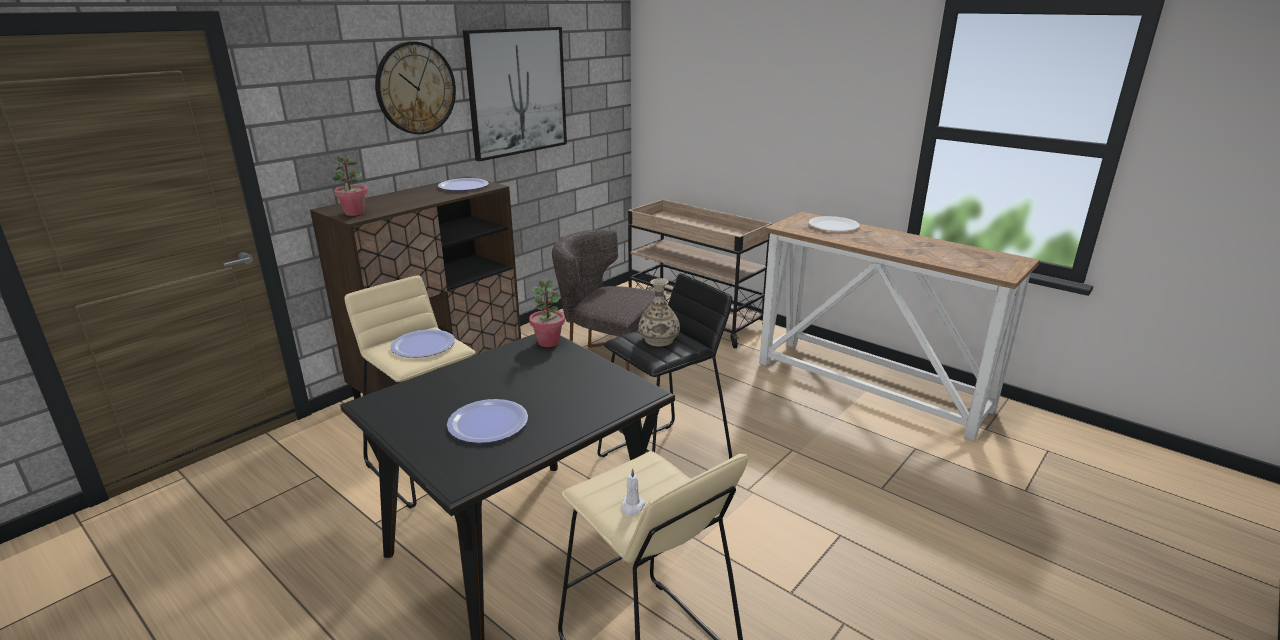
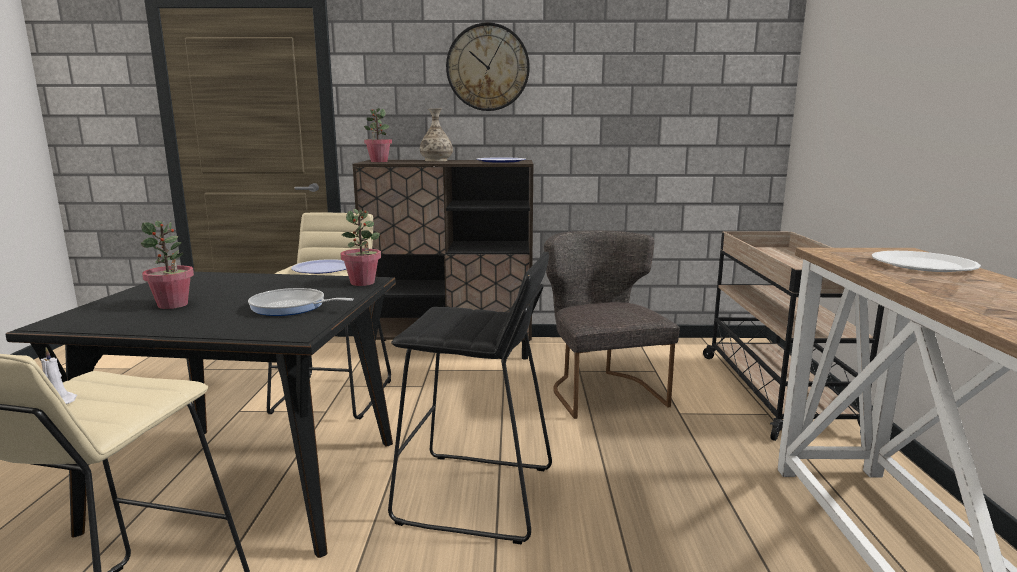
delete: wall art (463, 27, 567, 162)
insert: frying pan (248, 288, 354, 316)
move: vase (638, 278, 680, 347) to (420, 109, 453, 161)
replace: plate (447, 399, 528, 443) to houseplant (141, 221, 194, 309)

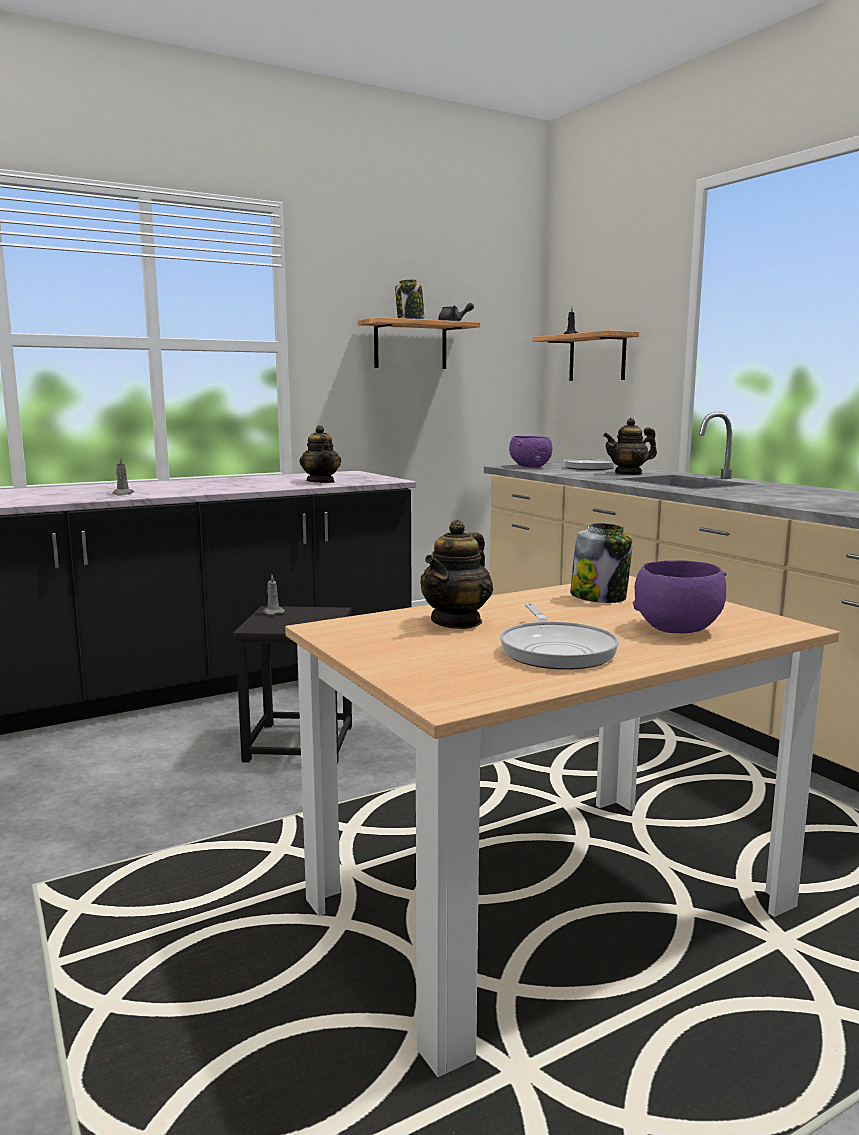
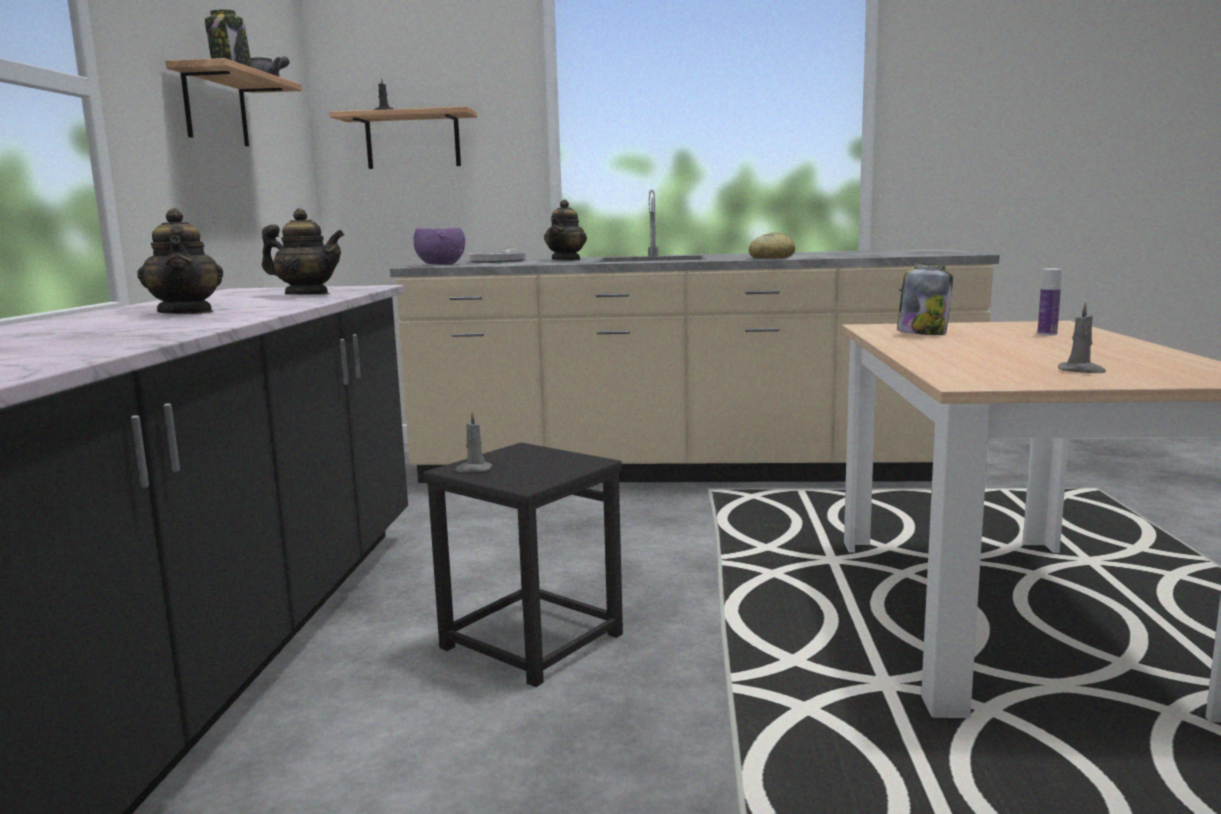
delete: frying pan (500, 603, 619, 670)
insert: baked bread (749, 232, 795, 259)
move: greyish candle (113, 456, 134, 495) to (1058, 302, 1106, 373); pot for tea (420, 520, 493, 629) to (137, 208, 223, 314)
replace: purple serving bowl (632, 560, 726, 634) to beverage bottle (1037, 269, 1062, 336)

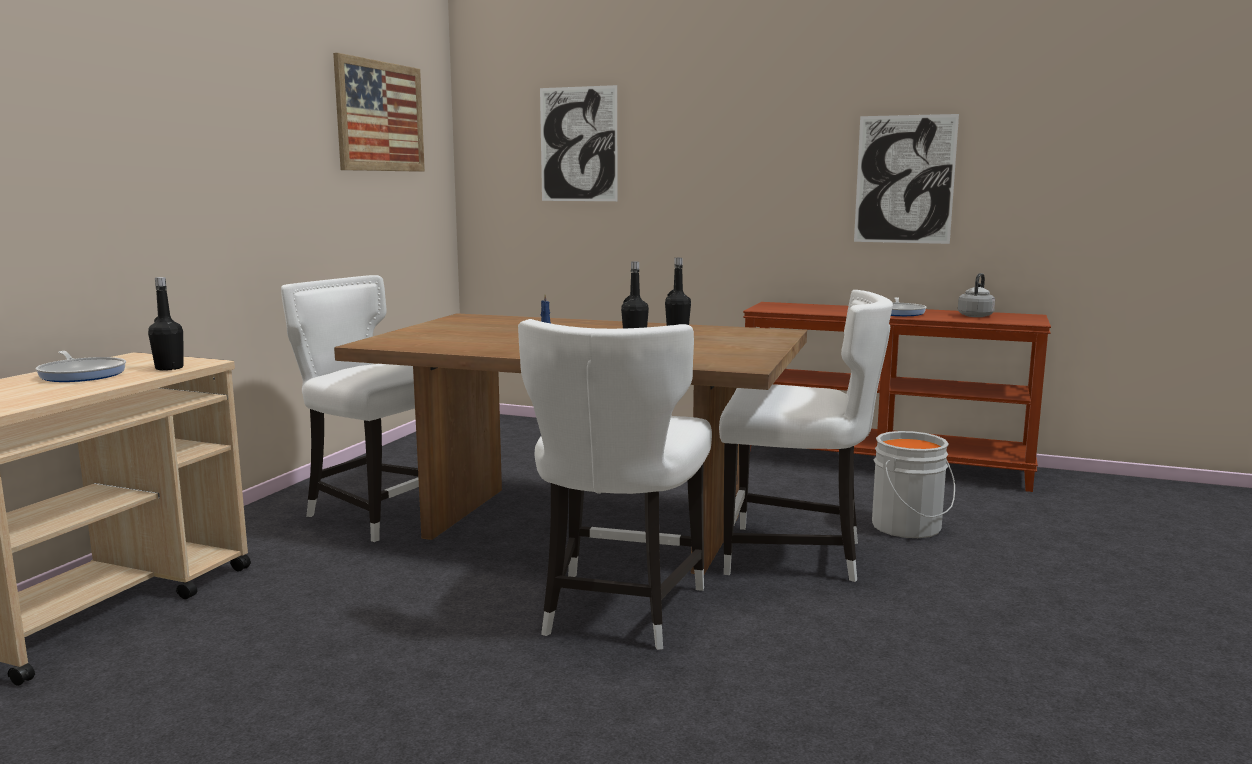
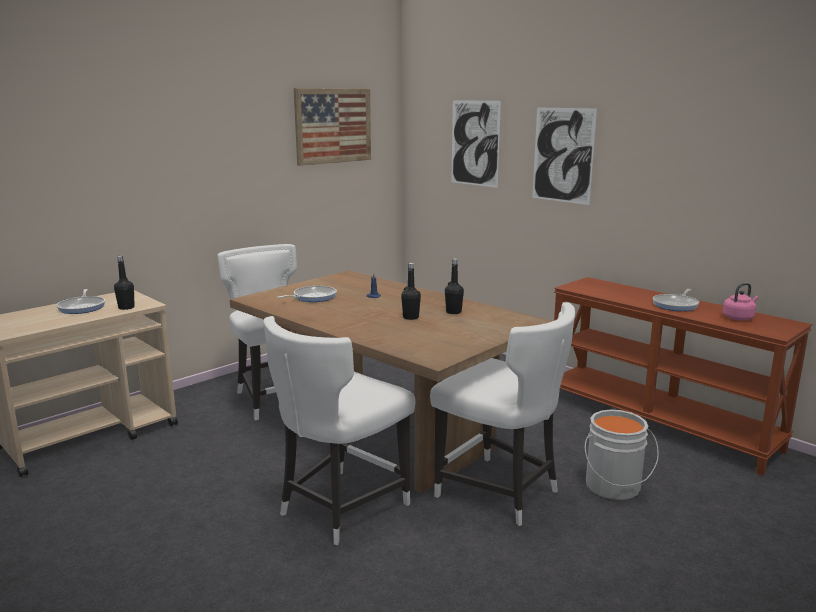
insert: frying pan (276, 286, 337, 302)
move: wall art (854, 114, 959, 244) to (532, 107, 597, 205)
recolor: greyish tea kettle (958, 273, 995, 317) to pinkish tea kettle (723, 283, 758, 320)

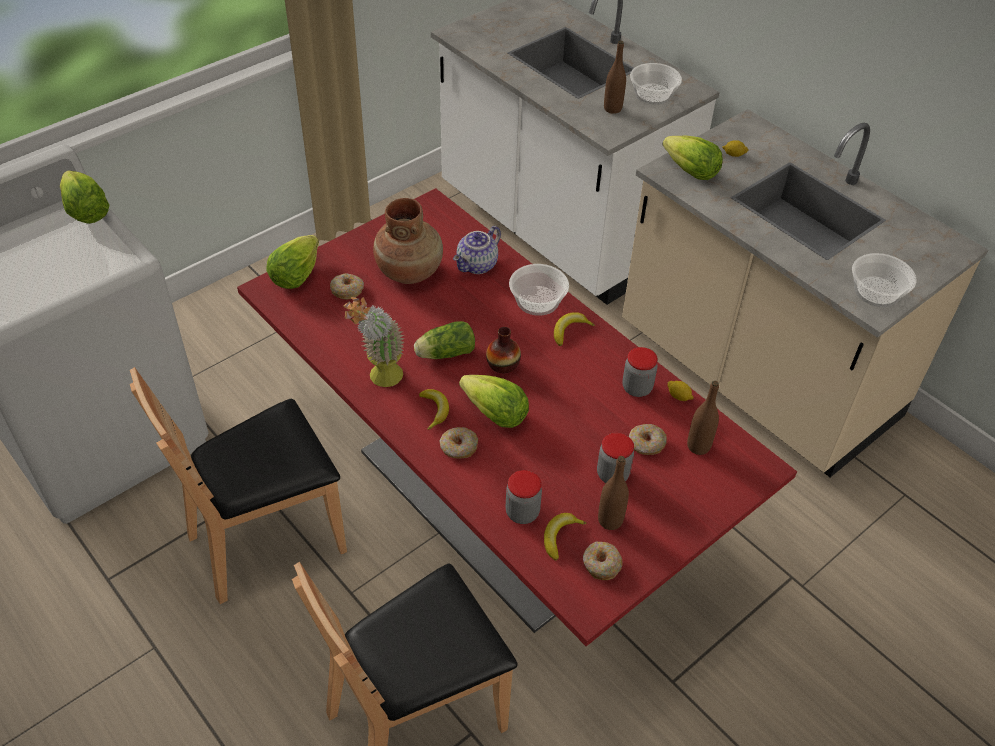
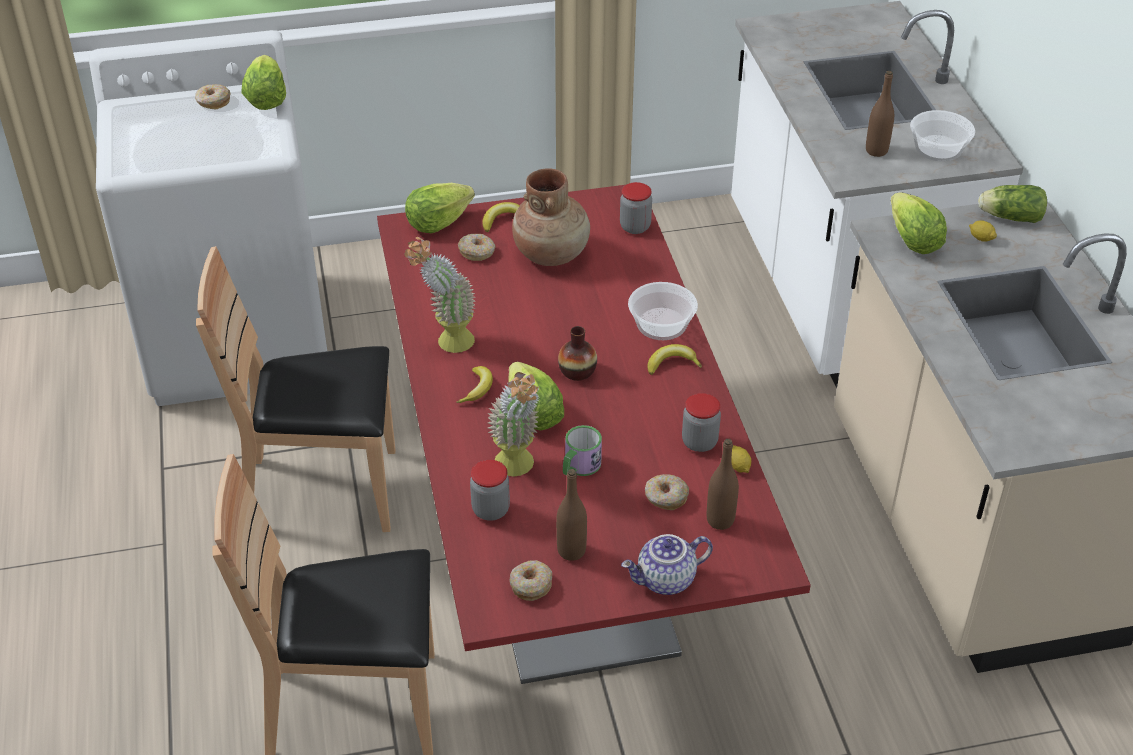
delete: serving bowl (852, 253, 916, 307)
insert: houseplant (488, 372, 539, 477); tea mug (563, 425, 602, 476)
move: pot for tea (453, 226, 501, 274) to (621, 534, 713, 595); head of lettuce (414, 321, 475, 359) to (978, 185, 1047, 223); doughnut (439, 427, 478, 458) to (195, 84, 231, 109); jar (597, 433, 634, 483) to (620, 182, 652, 234); banana fruit (544, 513, 586, 561) to (482, 202, 520, 232)

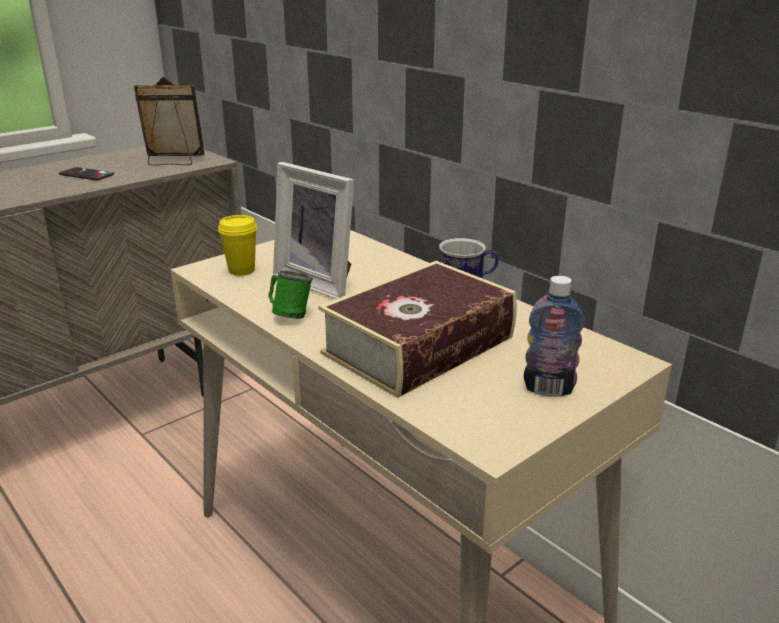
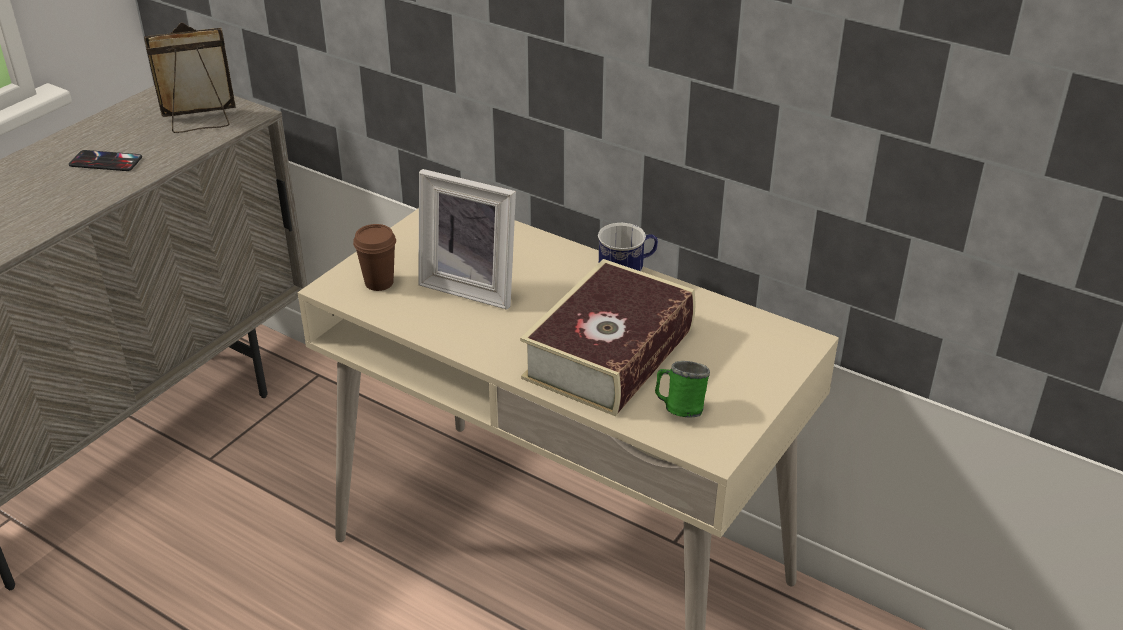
delete: beverage bottle (524, 276, 584, 397)
move: green-coloured tea mug (268, 270, 313, 319) to (655, 361, 710, 417)
recolor: yellow-coloured drinking cup (218, 215, 257, 276) to brown-coloured drinking cup (353, 224, 396, 291)

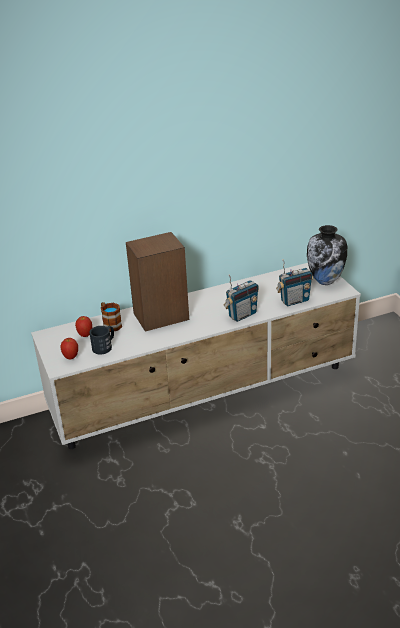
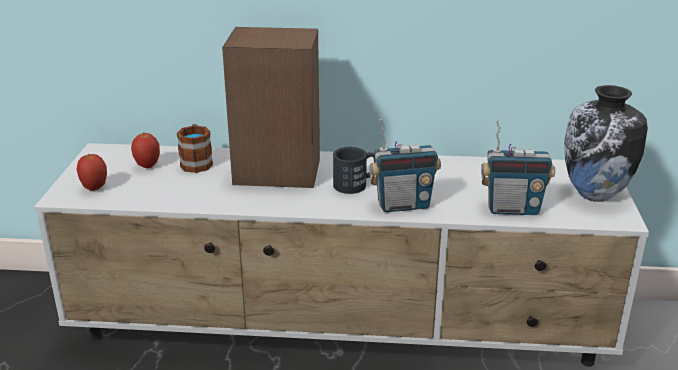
move: blackish tea mug (89, 326, 114, 355) to (333, 147, 375, 194)

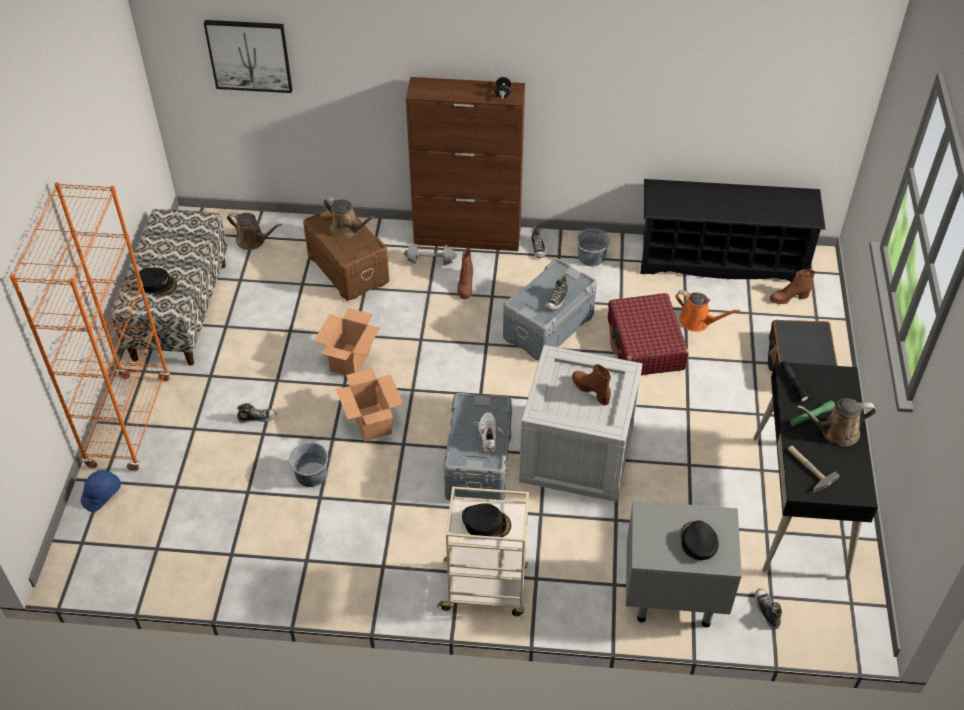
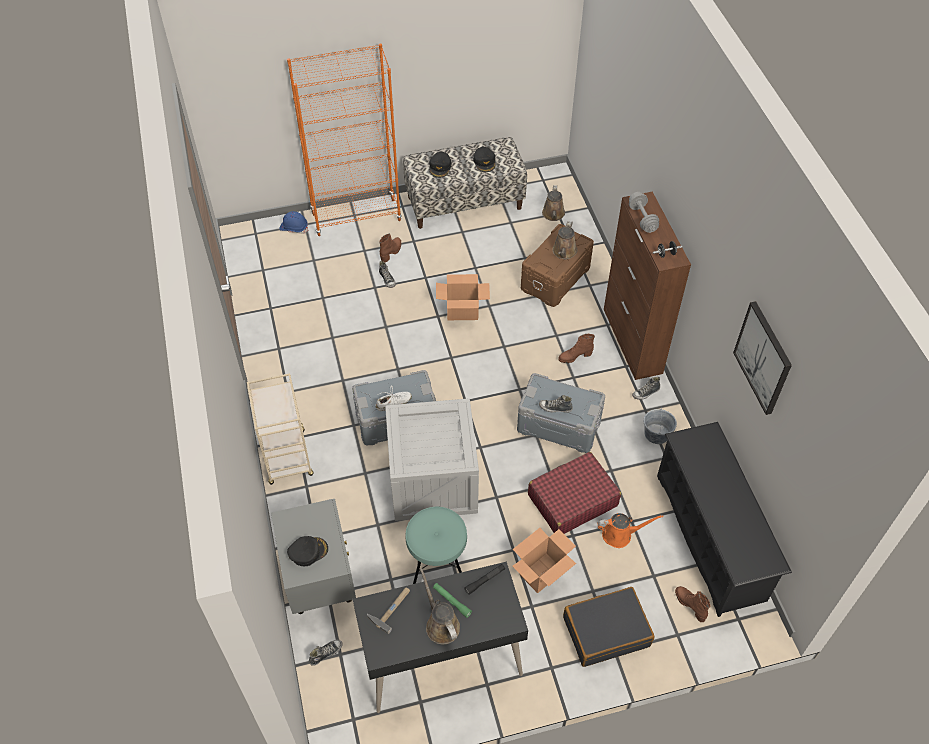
delete: greyish water bucket (289, 442, 328, 487)
insert: turquoise-coloured stool seat (406, 507, 467, 584)
move: wall art (204, 20, 293, 93) to (733, 301, 792, 415); greyish dumbbell (404, 244, 457, 265) to (629, 192, 659, 233); brown-coloured boot (572, 364, 611, 405) to (379, 234, 401, 263); cardboard box (336, 368, 403, 442) to (512, 528, 576, 593); blackish cap (462, 503, 511, 537) to (473, 147, 496, 172)
rotate: orange-coloured watering can (675, 290, 740, 332) = (597, 513, 663, 548) 105 degrees counterclockwise

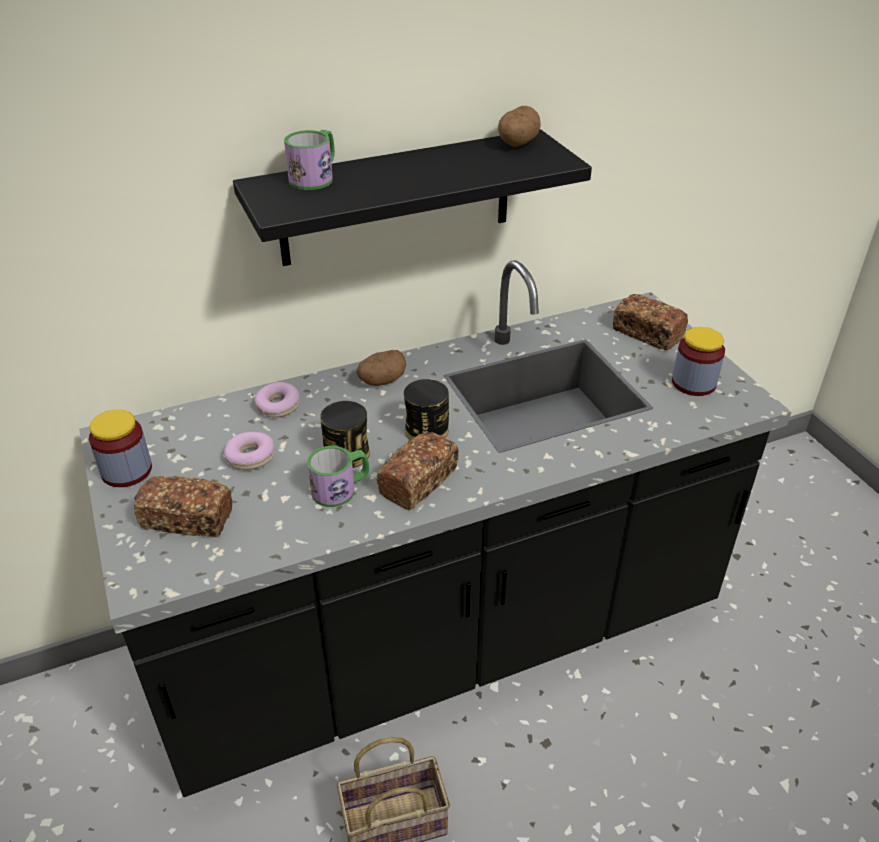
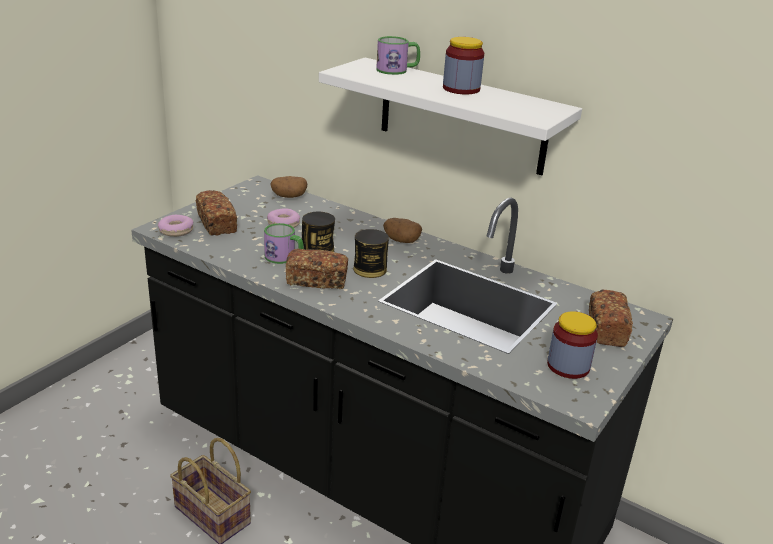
move: whole potato (498, 106, 541, 147) to (270, 176, 307, 198); doughnut (254, 382, 300, 418) to (158, 215, 193, 237); jar (89, 410, 152, 487) to (443, 37, 484, 95)
recolor: blackish wall shelf (233, 129, 592, 266) to white-coloured wall shelf (319, 57, 582, 175)

